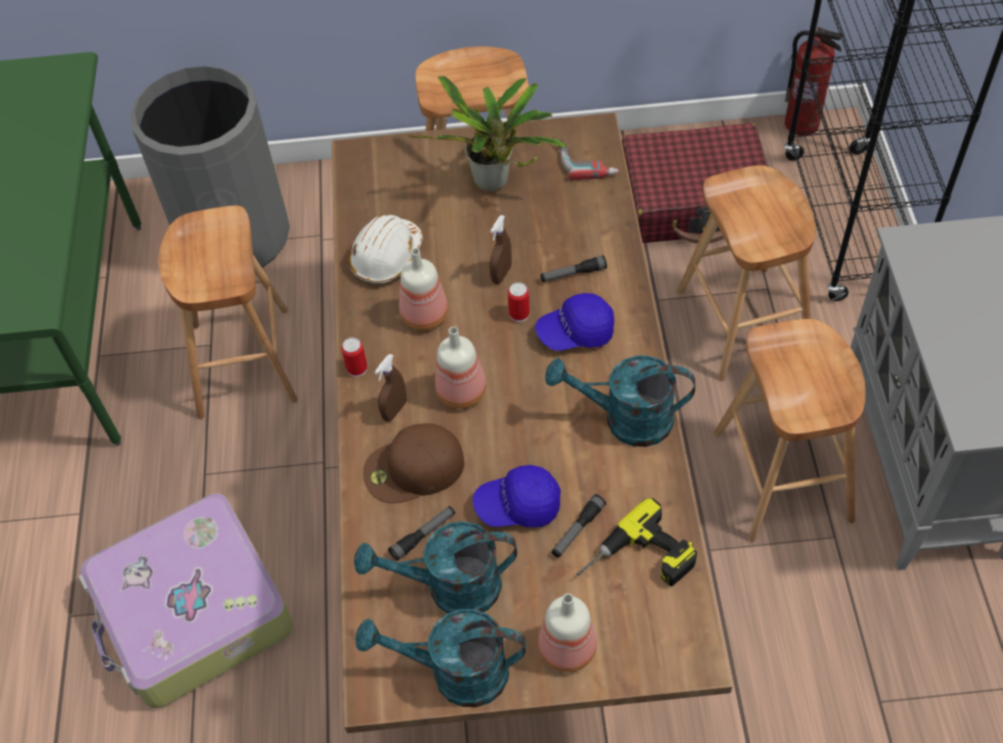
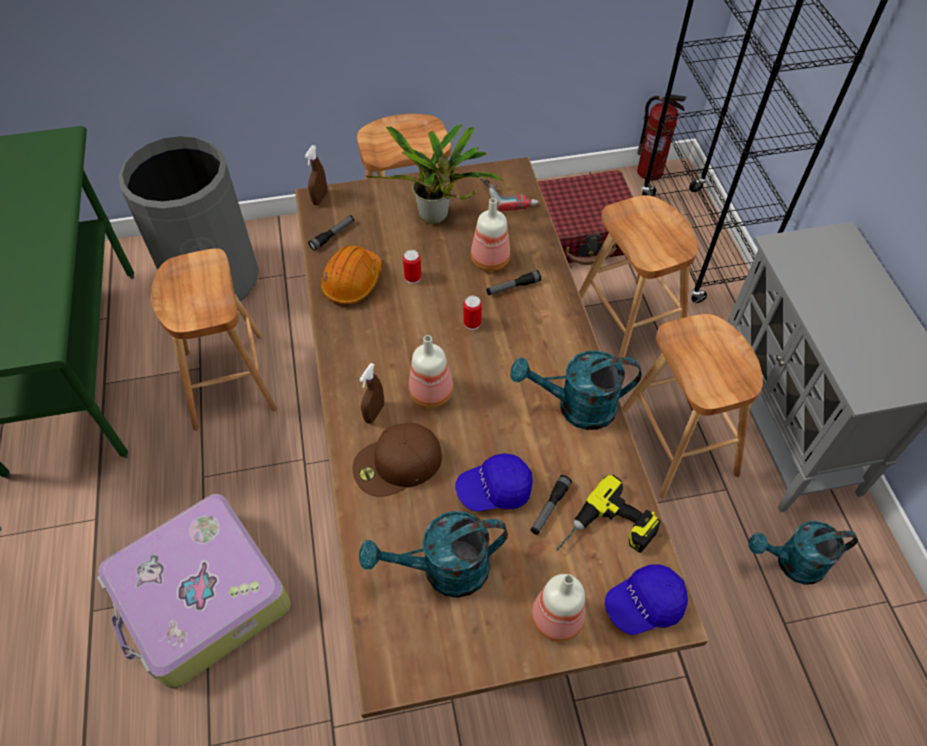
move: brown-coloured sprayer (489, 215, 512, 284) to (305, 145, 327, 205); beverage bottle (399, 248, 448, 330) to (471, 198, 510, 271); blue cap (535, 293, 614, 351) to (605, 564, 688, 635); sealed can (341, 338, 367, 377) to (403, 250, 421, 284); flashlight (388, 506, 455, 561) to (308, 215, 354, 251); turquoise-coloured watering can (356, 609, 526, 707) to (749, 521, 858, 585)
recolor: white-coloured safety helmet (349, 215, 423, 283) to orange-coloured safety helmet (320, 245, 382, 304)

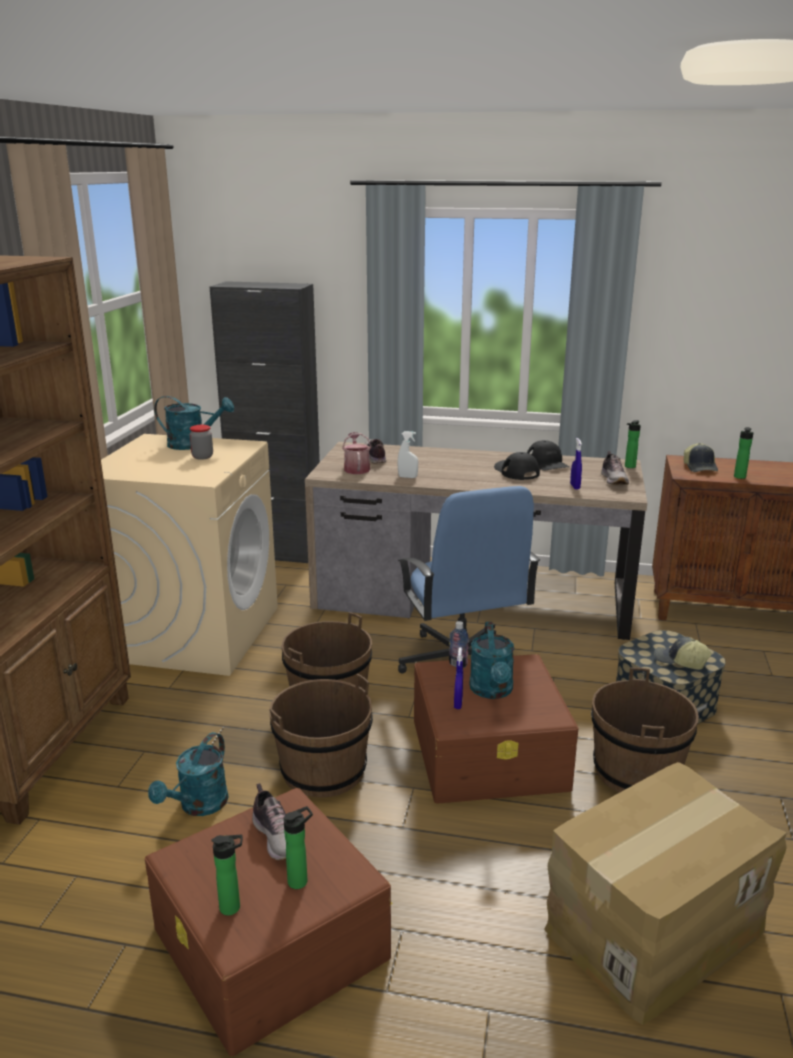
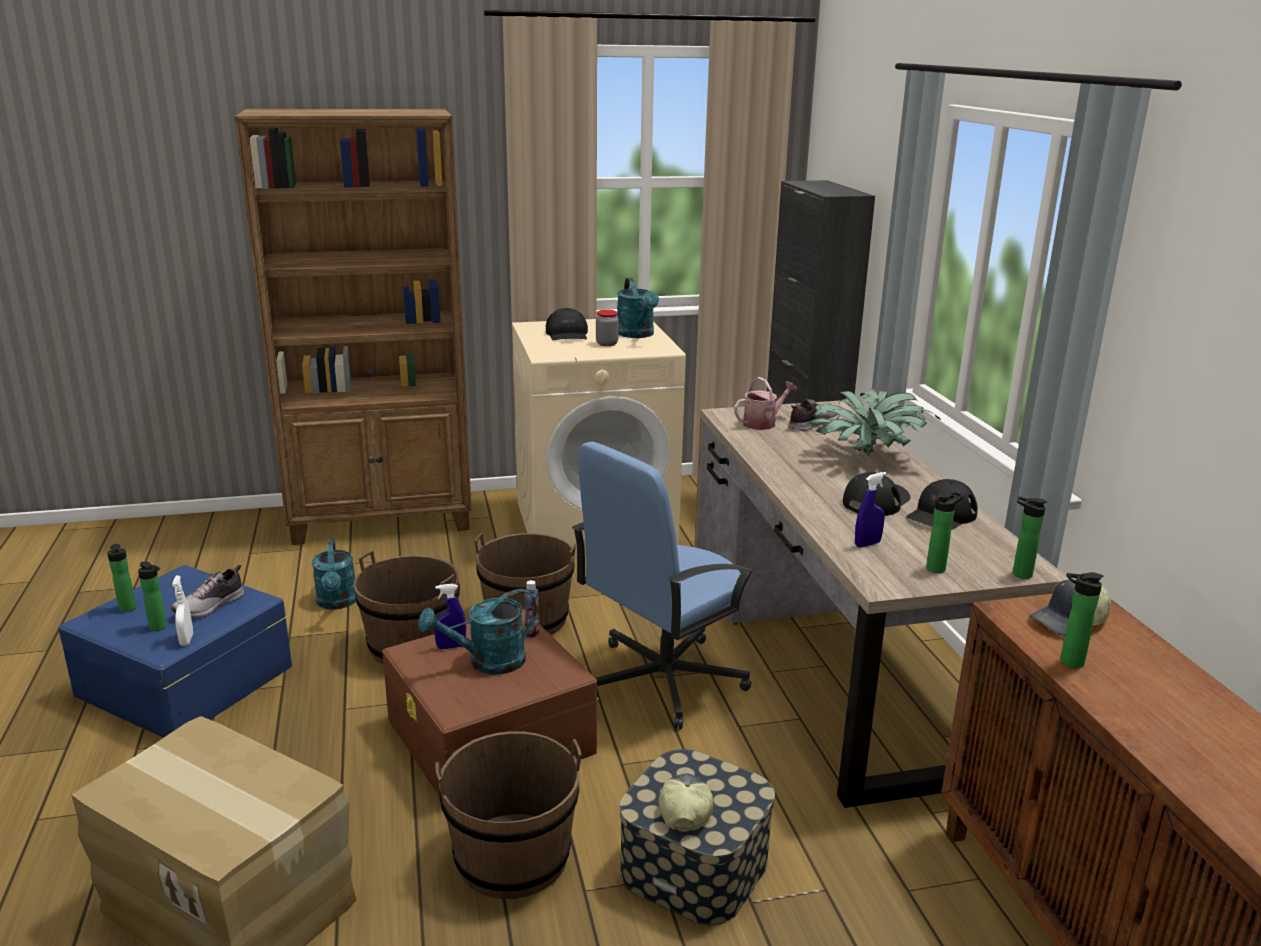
insert: blackish cap (546, 308, 588, 340); houseplant (808, 389, 941, 456)
move: white-coloured sprayer (397, 431, 418, 478) to (172, 575, 193, 646)
replace: low shoe (601, 451, 629, 485) to beverage bottle (926, 491, 963, 573)
recolor: brown-coloured storage box (145, 788, 393, 1056) to blue storage box (58, 565, 292, 738)
rotate: turquoise-coloured watering can (148, 732, 229, 816) = (312, 539, 356, 610) 105 degrees counterclockwise

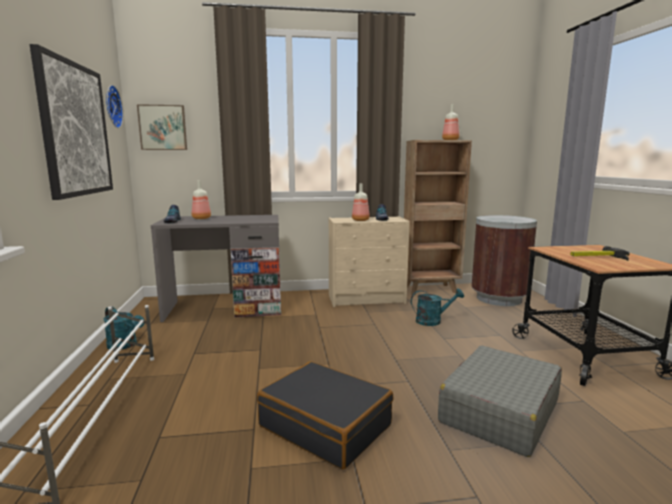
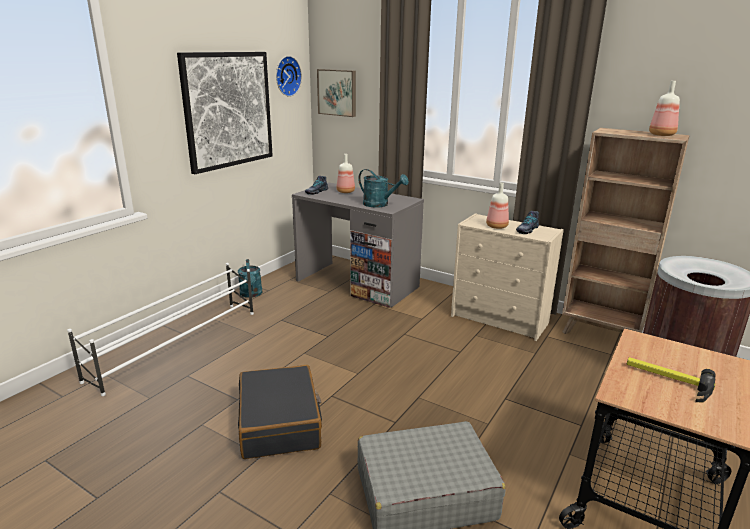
move: turquoise-coloured watering can (411, 289, 464, 326) to (358, 169, 409, 208)

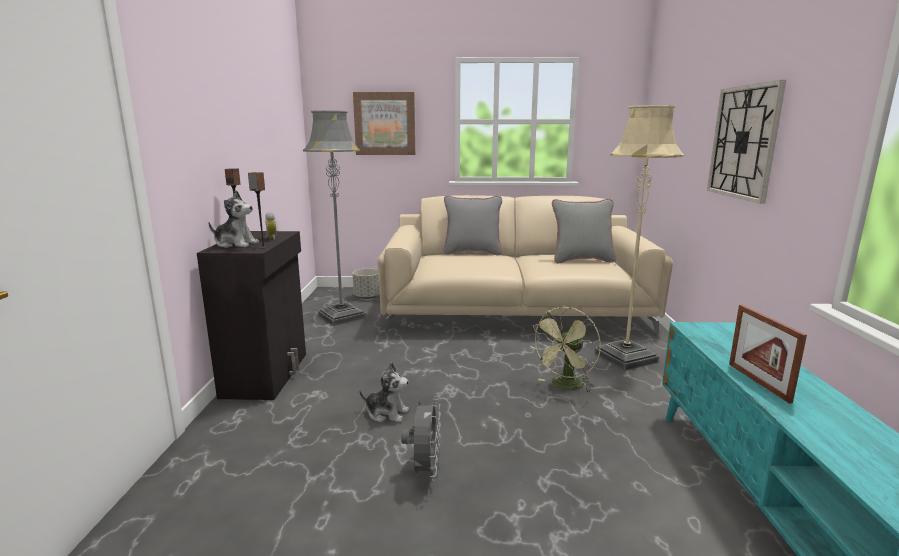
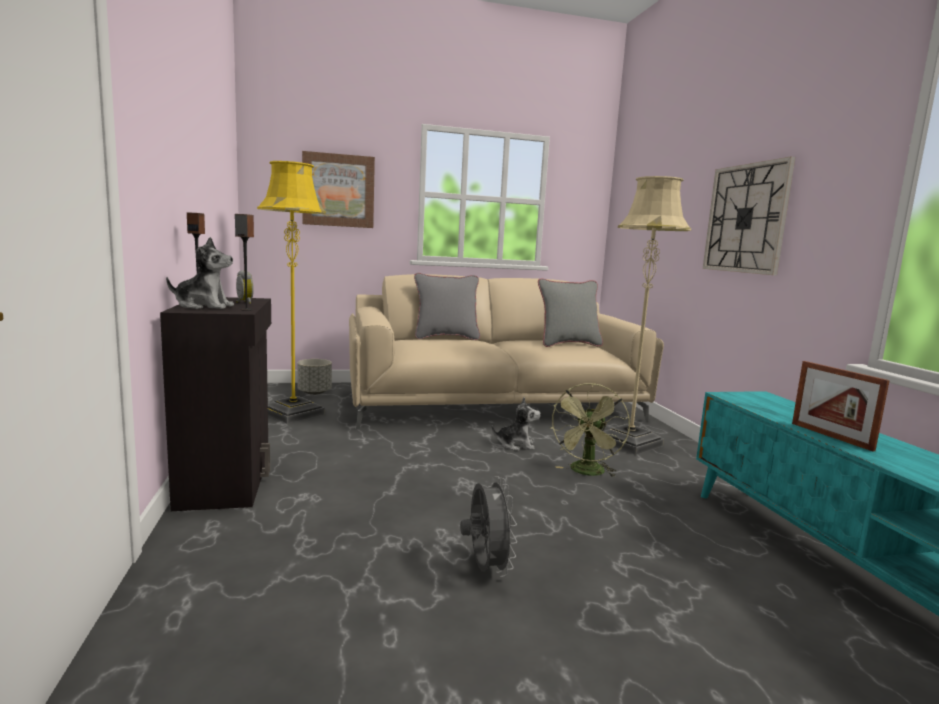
move: soft toy (359, 362, 409, 423) to (491, 397, 541, 451)
recolor: greyish standing lamp (303, 110, 366, 326) to yellow-coloured standing lamp (257, 161, 326, 424)

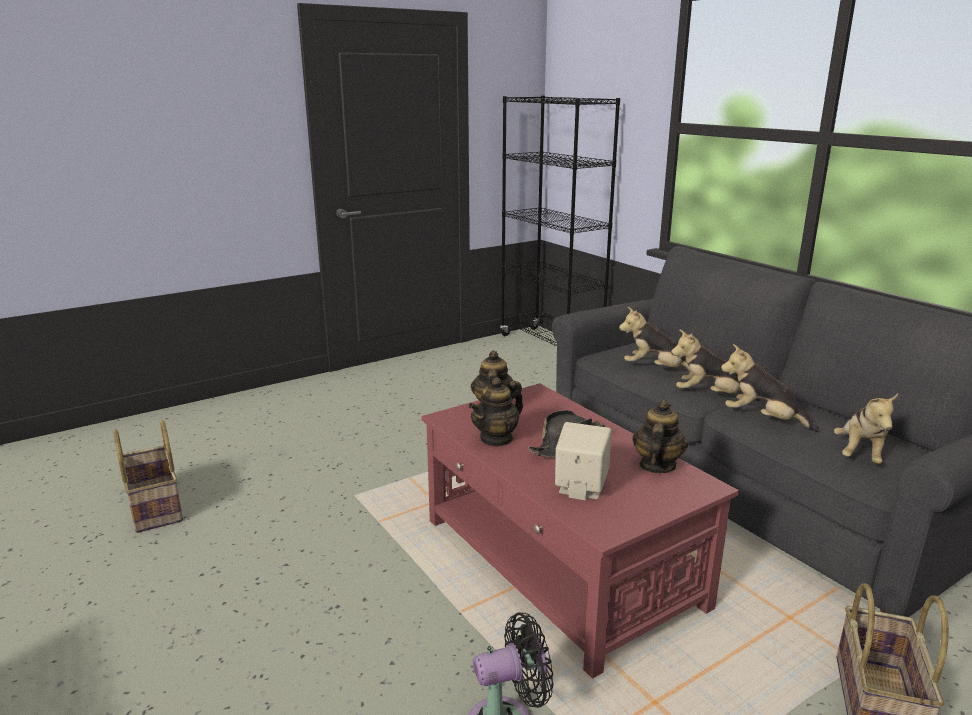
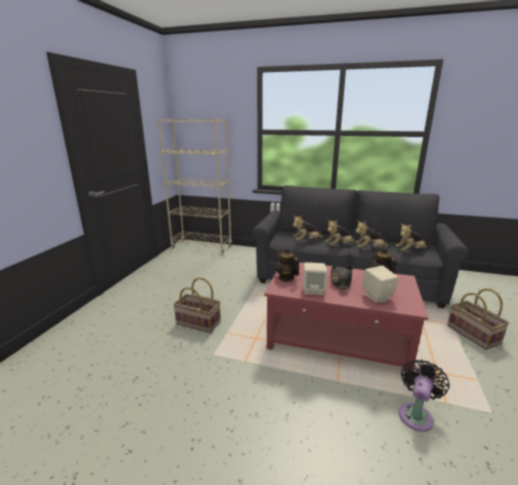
move: storage basket (113, 420, 183, 533) to (173, 278, 221, 333)
replace: pot for tea (468, 377, 523, 447) to sand-coloured audio speaker (303, 262, 327, 295)
recolor: blackish bookcase (500, 96, 620, 346) to sand-coloured bookcase (158, 119, 232, 254)
rotate: soft toy (834, 394, 898, 464) = (395, 224, 427, 251) 90 degrees clockwise

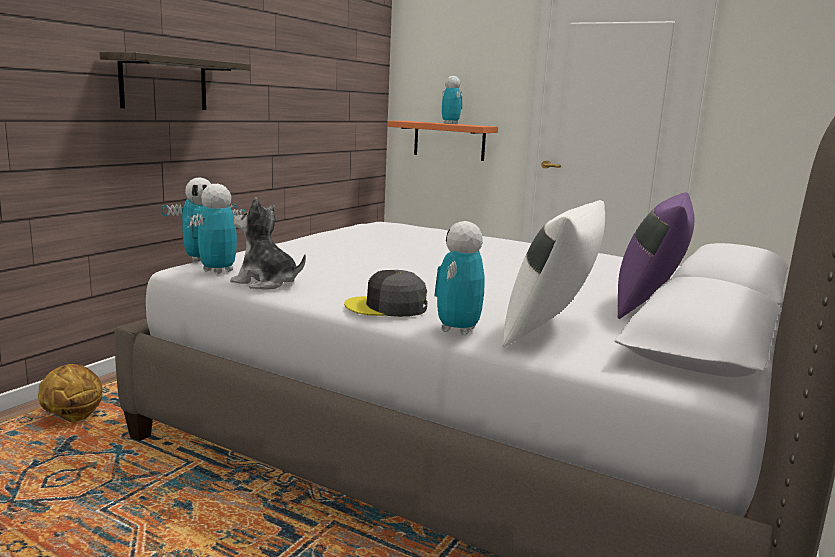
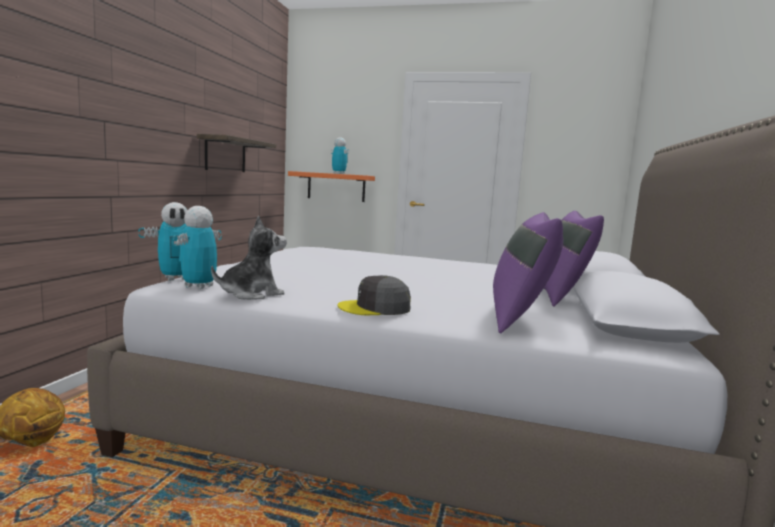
delete: robot figure (434, 221, 485, 335)
move: wall shelf (99, 52, 250, 110) to (197, 134, 276, 172)
recolor: white-coloured pillow (502, 200, 605, 347) to purple pillow (493, 212, 564, 334)
rotate: soft toy (230, 197, 306, 289) = (211, 216, 287, 300) 135 degrees clockwise

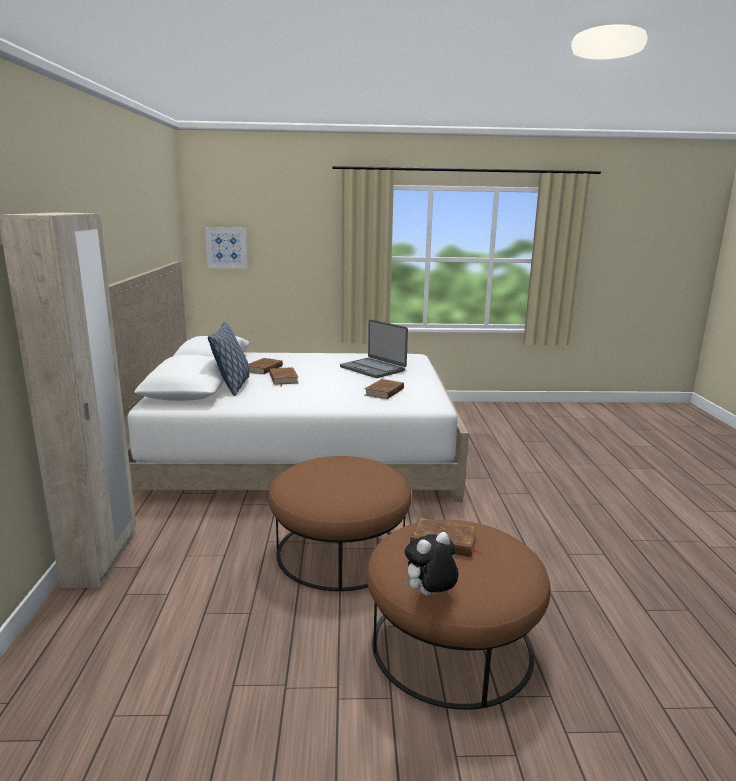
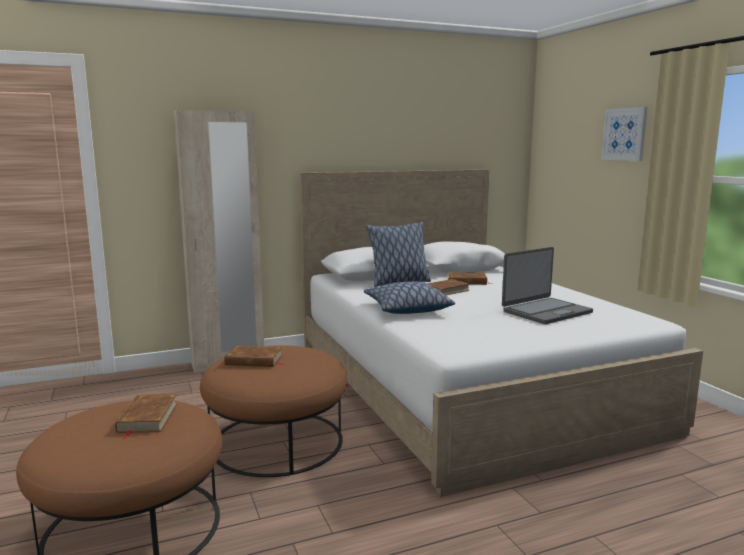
delete: soft toy (403, 532, 458, 596)
insert: pillow (364, 281, 455, 314)
move: wall art (205, 227, 248, 268) to (601, 107, 647, 161); brown-coloured book (364, 379, 404, 399) to (224, 345, 285, 367)
rotate: portable computer (340, 319, 408, 378) = (502, 247, 593, 324) 150 degrees counterclockwise

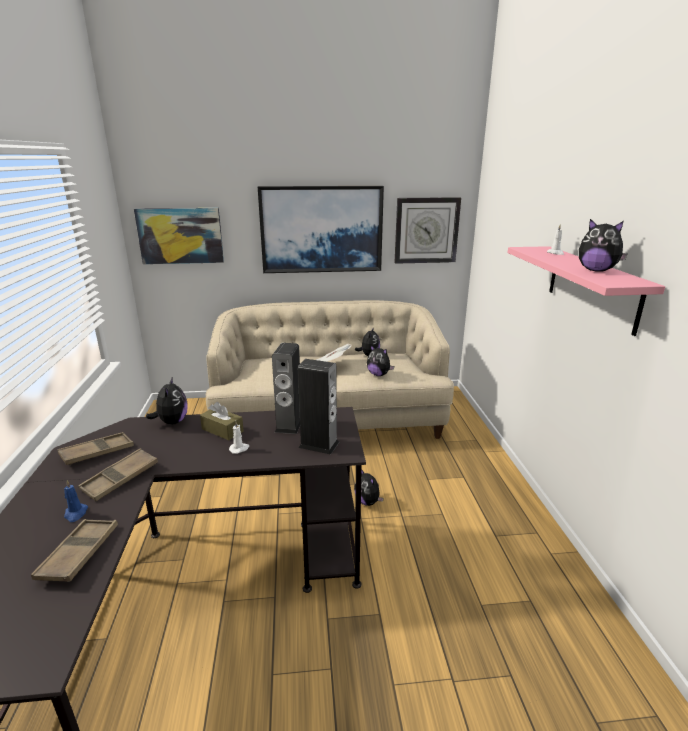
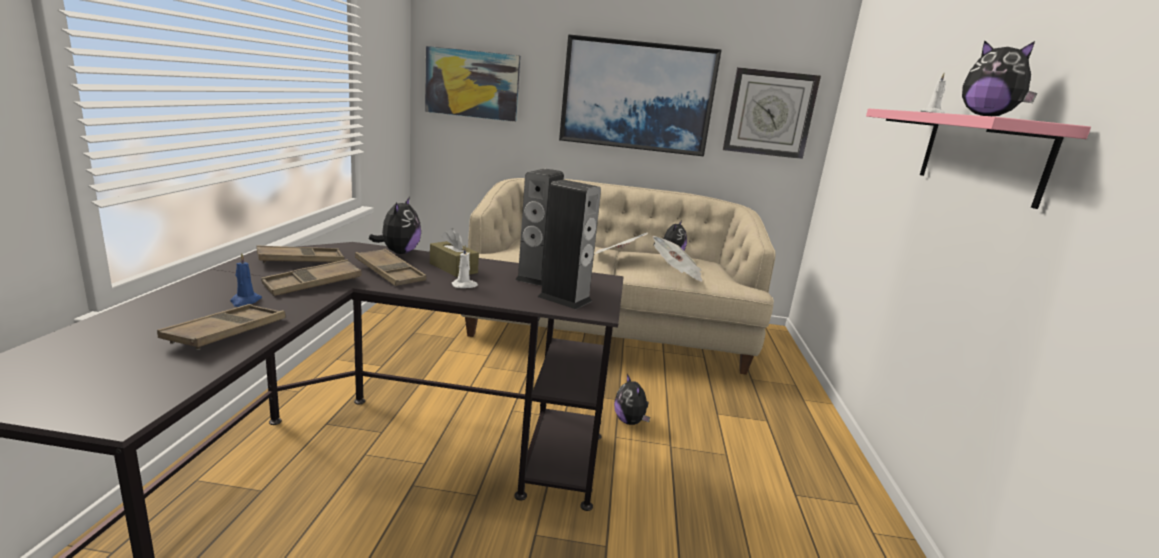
insert: brown-coloured tray (355, 249, 426, 286)
replace: soft toy (367, 345, 394, 376) to printed paper (653, 236, 702, 282)

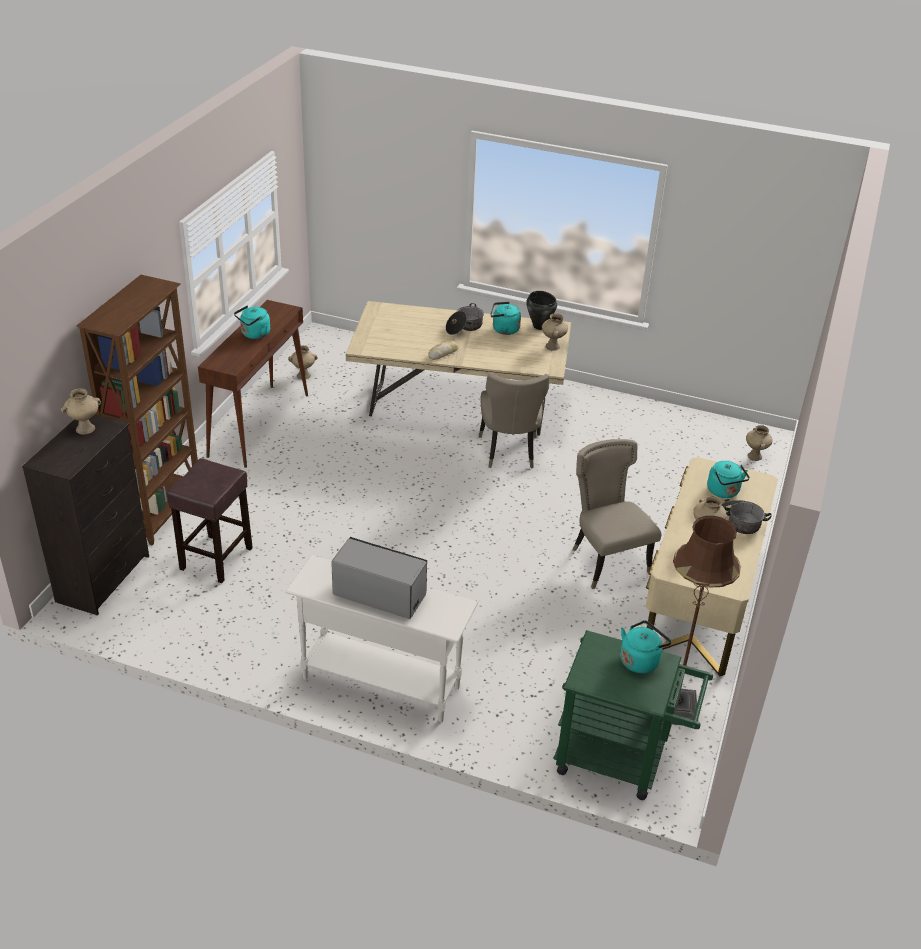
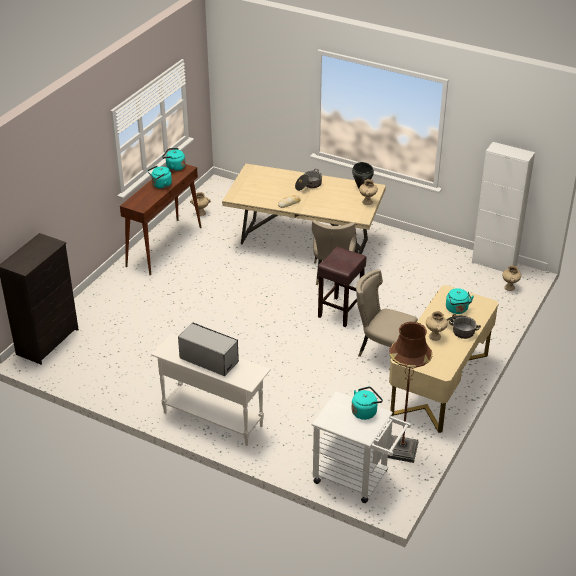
delete: brown-coloured bookcase (77, 275, 198, 545); sand-coloured vase (61, 388, 101, 434)
insert: white-coloured cabinet (472, 142, 535, 272)
move: turquoise-coloured tea kettle (491, 302, 521, 335) to (162, 148, 186, 171); brown-coloured stool seat (167, 458, 253, 583) to (318, 246, 367, 327)
recolor: green-coloured trolley (553, 630, 713, 800) to white-coloured trolley (312, 392, 411, 503)
rotate: sand-coloured chair (572, 439, 661, 589) = (356, 269, 418, 357) 45 degrees counterclockwise

